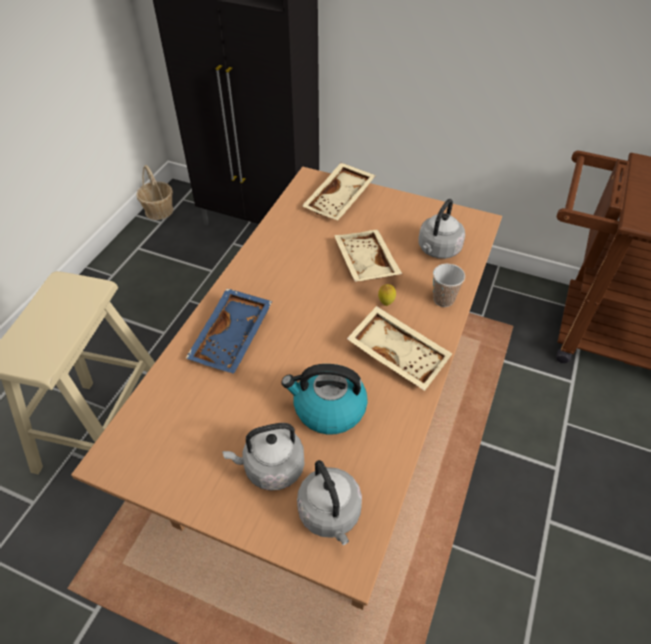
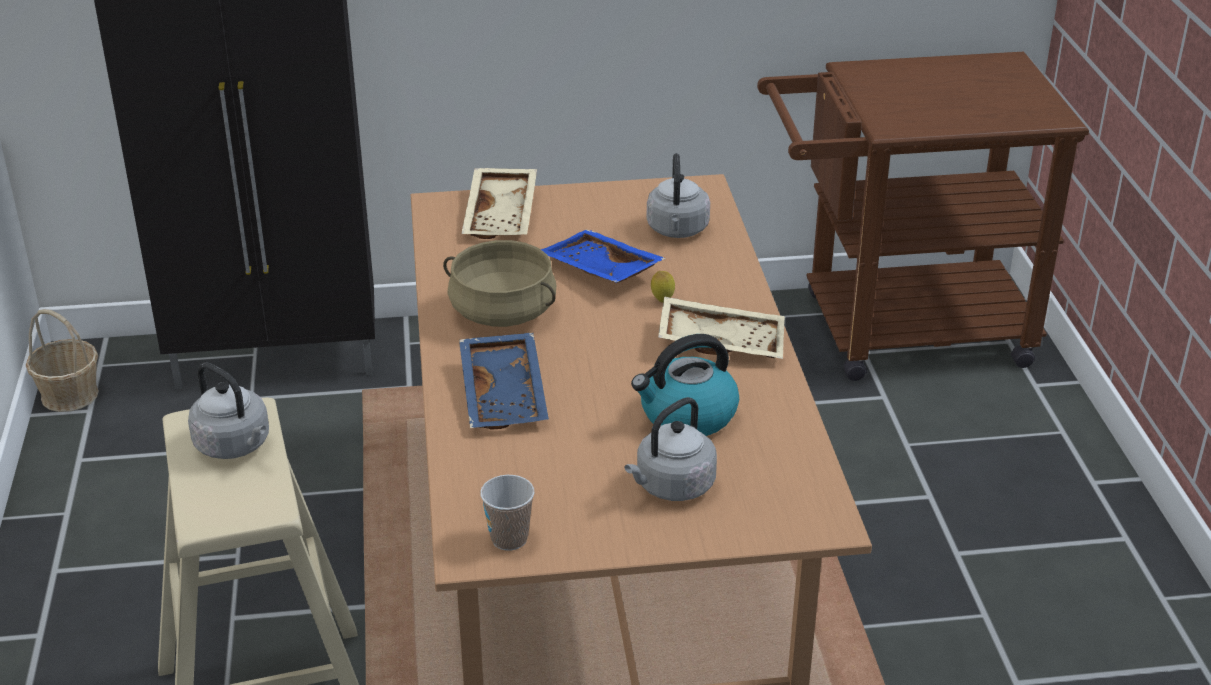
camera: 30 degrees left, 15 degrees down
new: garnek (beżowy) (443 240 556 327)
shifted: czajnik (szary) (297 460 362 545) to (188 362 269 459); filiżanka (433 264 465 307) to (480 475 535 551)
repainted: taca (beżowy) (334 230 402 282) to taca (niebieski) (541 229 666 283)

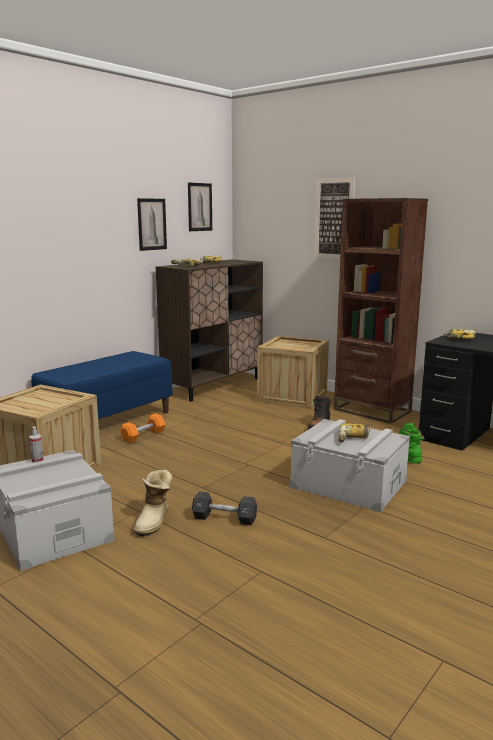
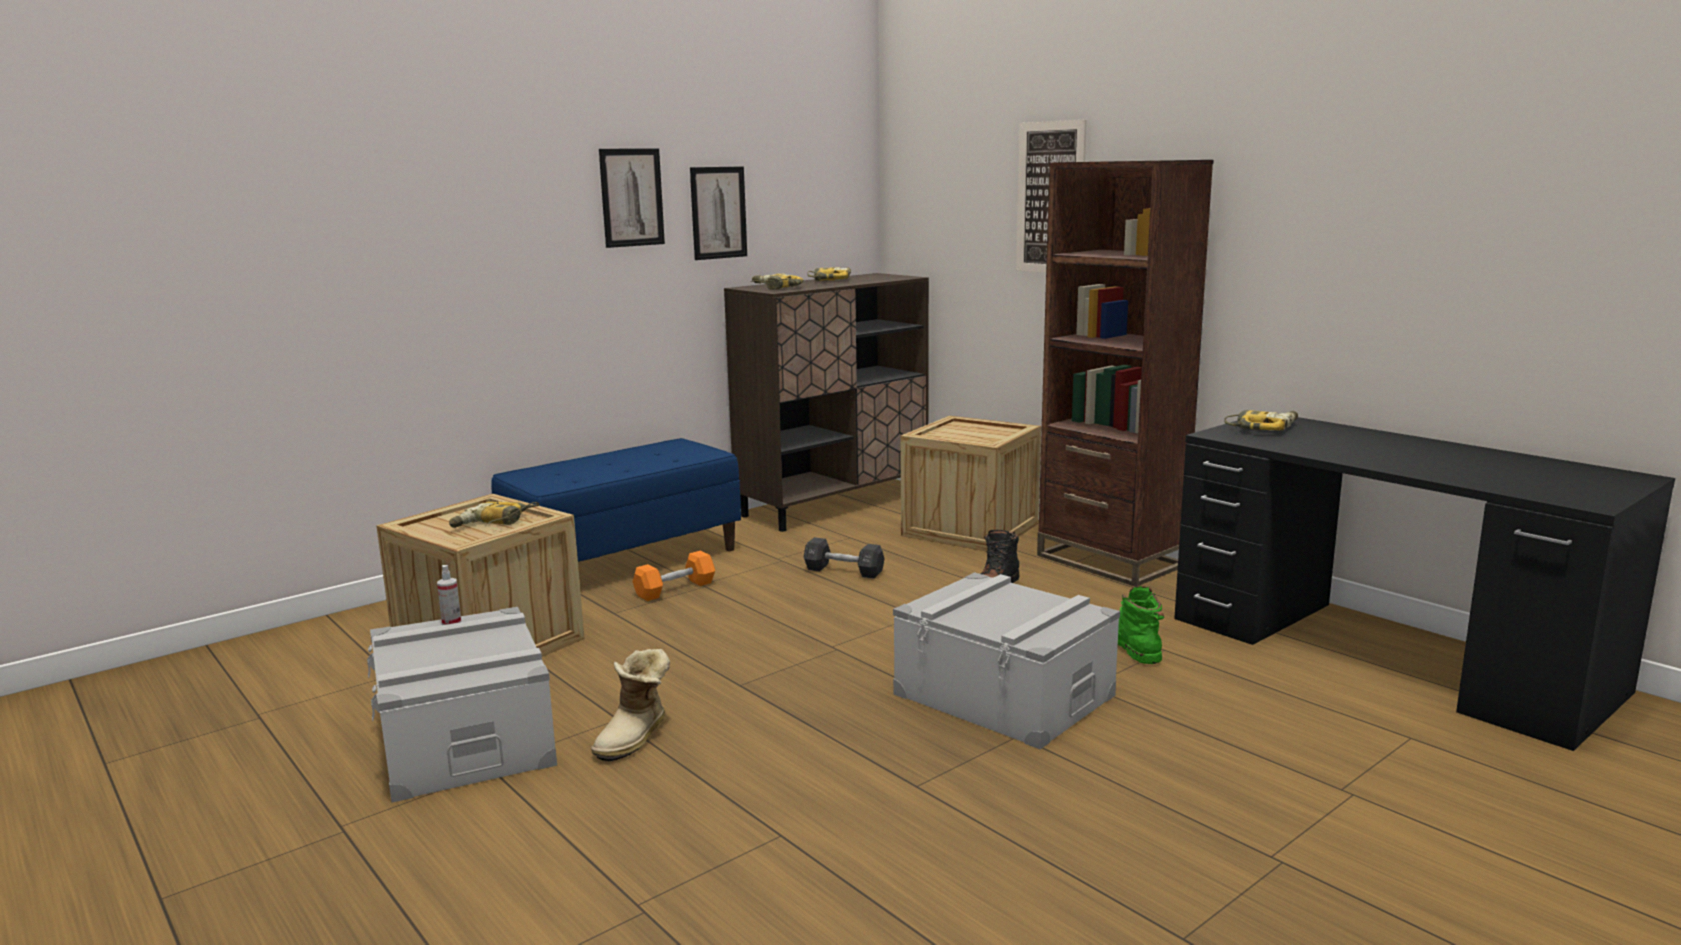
camera: 10 degrees right, 0 degrees up
shifted: obraz (188 183 212 231) to (599 148 665 248); hantel (czarny) (192 491 257 525) to (804 537 885 579); wiertarka (339 423 372 442) to (449 502 539 528)

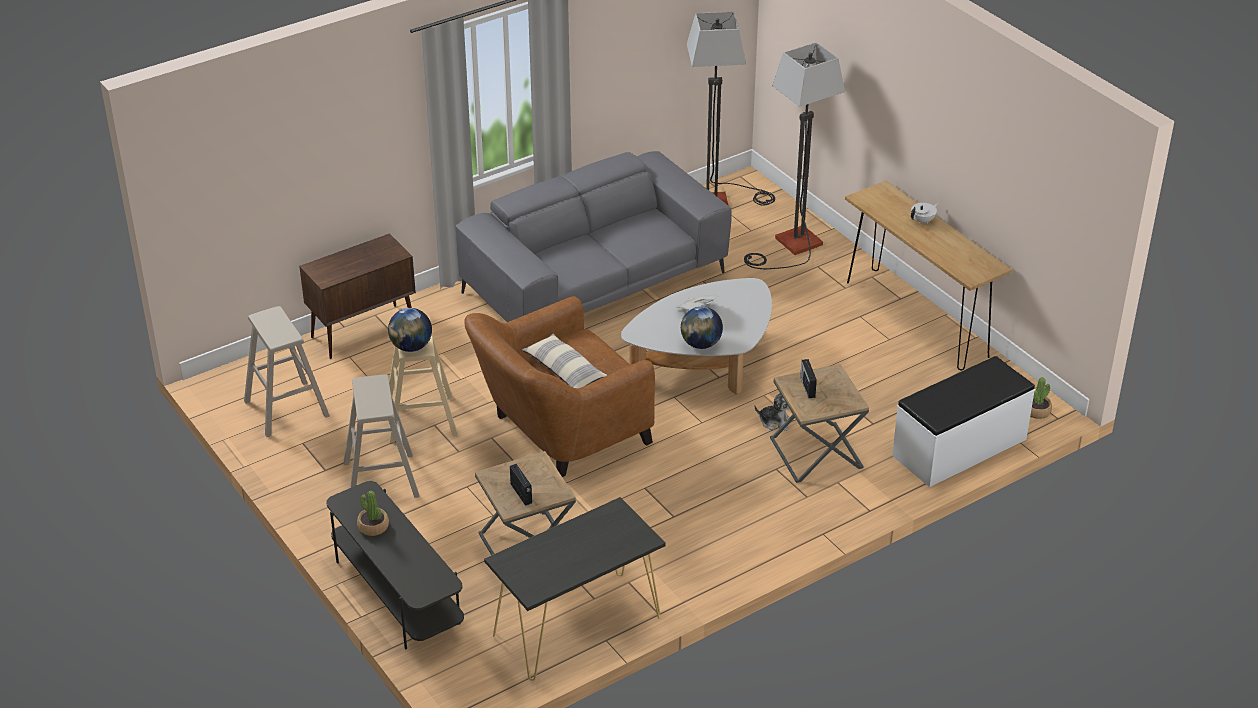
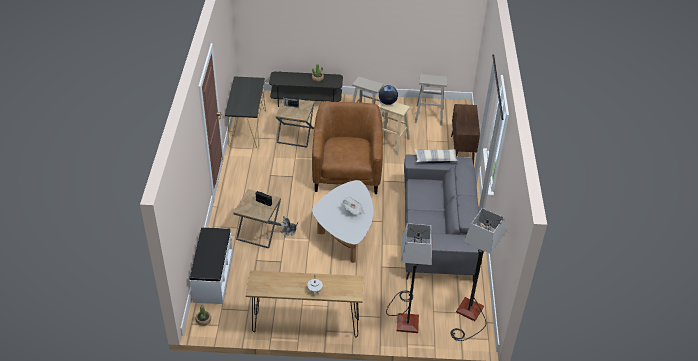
camera: 125 degrees right, 5 degrees up
gone: globus (681 307 723 349)
shifted: poduszka (522 334 607 388) to (414 149 458 163)

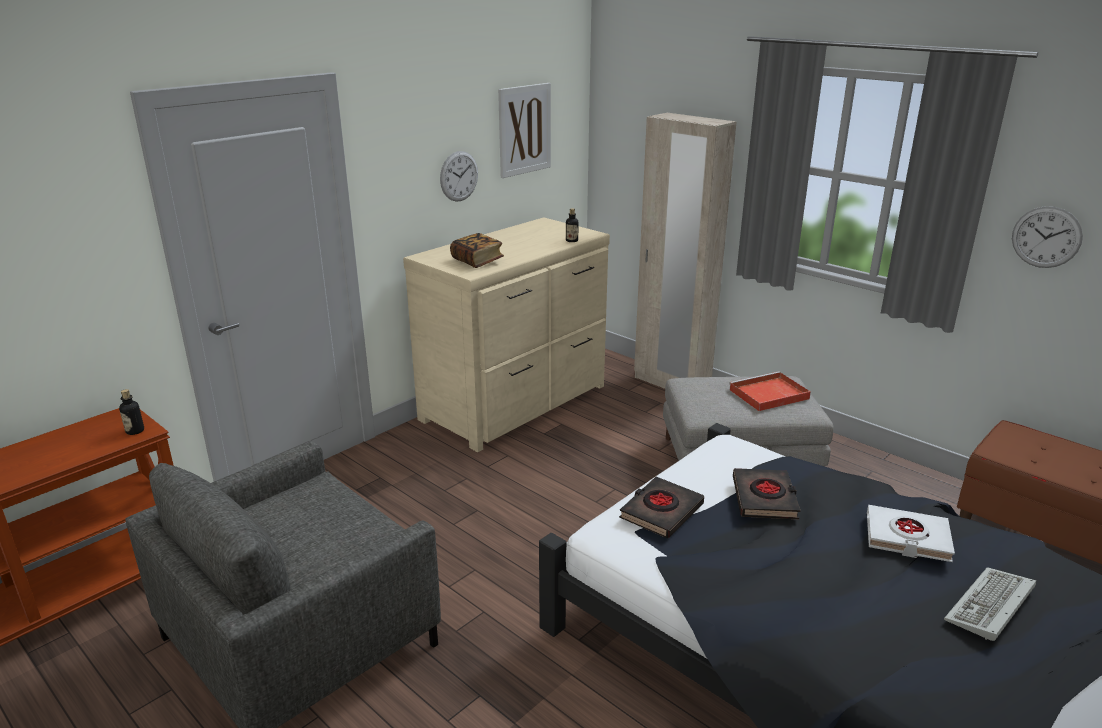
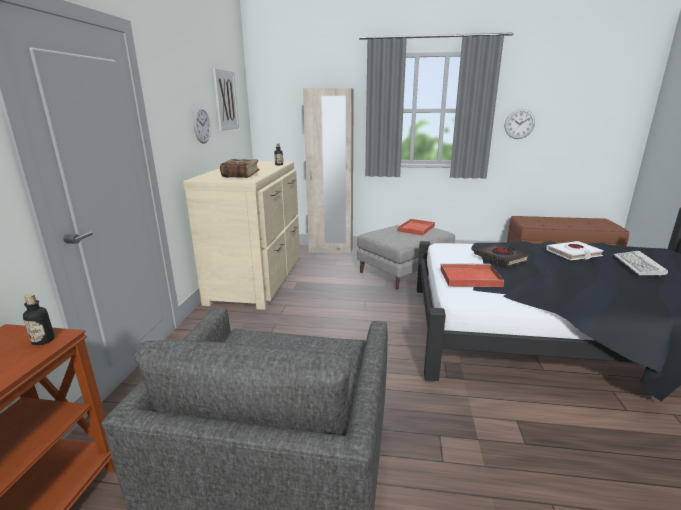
camera: 35 degrees left, 5 degrees down
swapped: książka (czarny) (619 477 704 538) to taca (czerwony) (440 263 504 287)

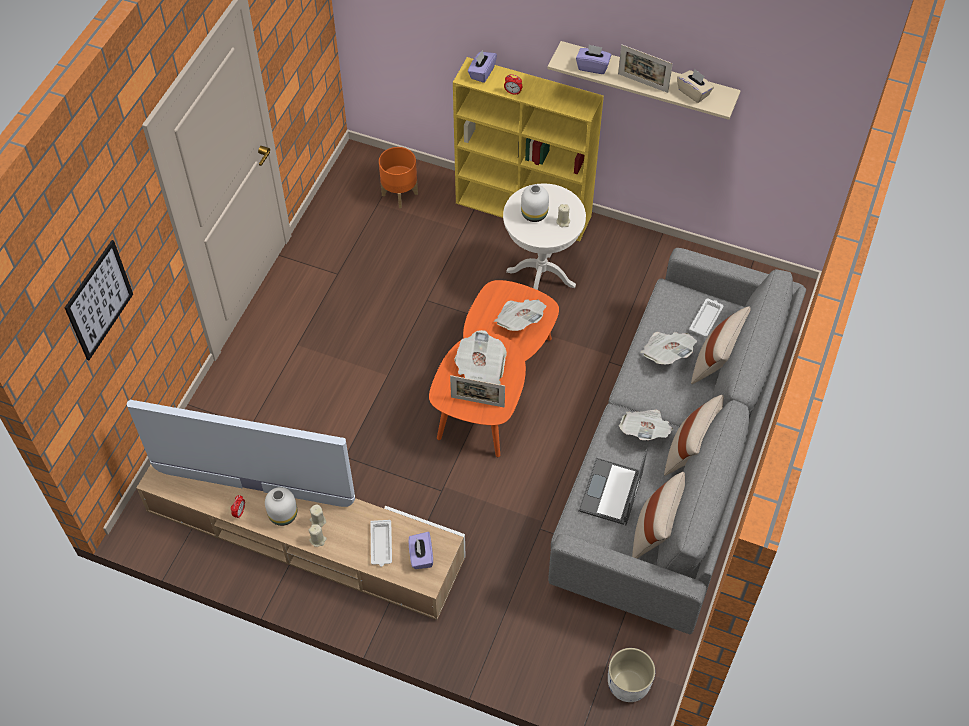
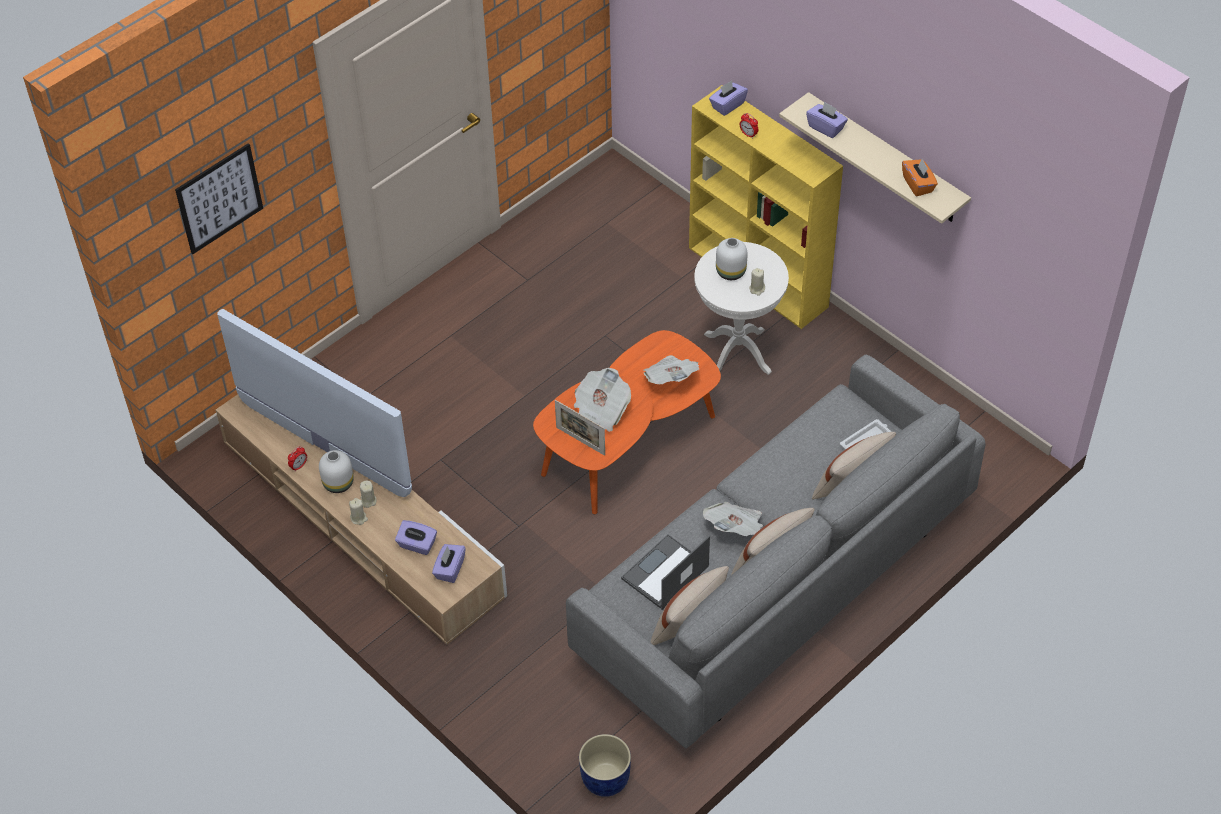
camera: 25 degrees right, 5 degrees down
gone: donica (pomarańczowy) (379 147 418 208); ramka na zdjęcie (618 45 673 93); gazeta (640 332 697 364)
swapped: taca (biały) (371 520 392 567) to pudełko chusteczek (fioletowy) (395 520 437 555)
repainted: donica (biały) (608 648 655 702) to donica (niebieski) (579 734 631 797); pudełko chusteczek (beżowy) (677 69 714 103) to pudełko chusteczek (pomarańczowy) (902 159 938 197)

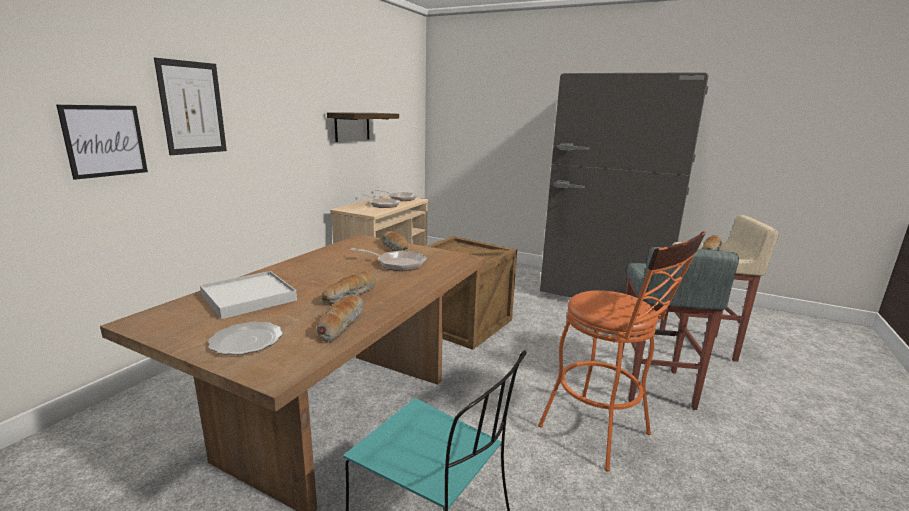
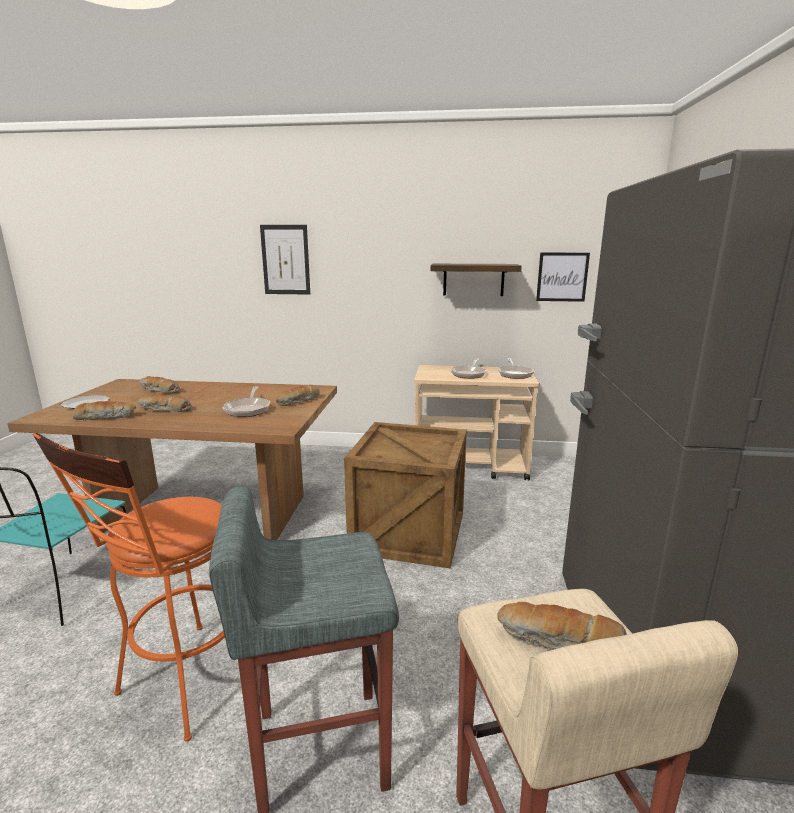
camera: 70 degrees right, 0 degrees up
shifted: obraz (56 105 148 180) to (536 253 590 302)
swapped: taca (biały) (200 271 297 319) to chleb (139 376 180 393)

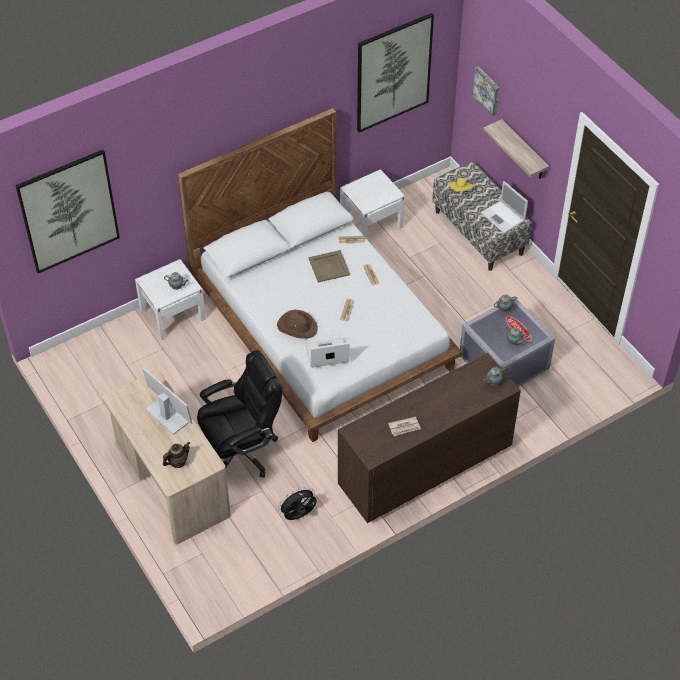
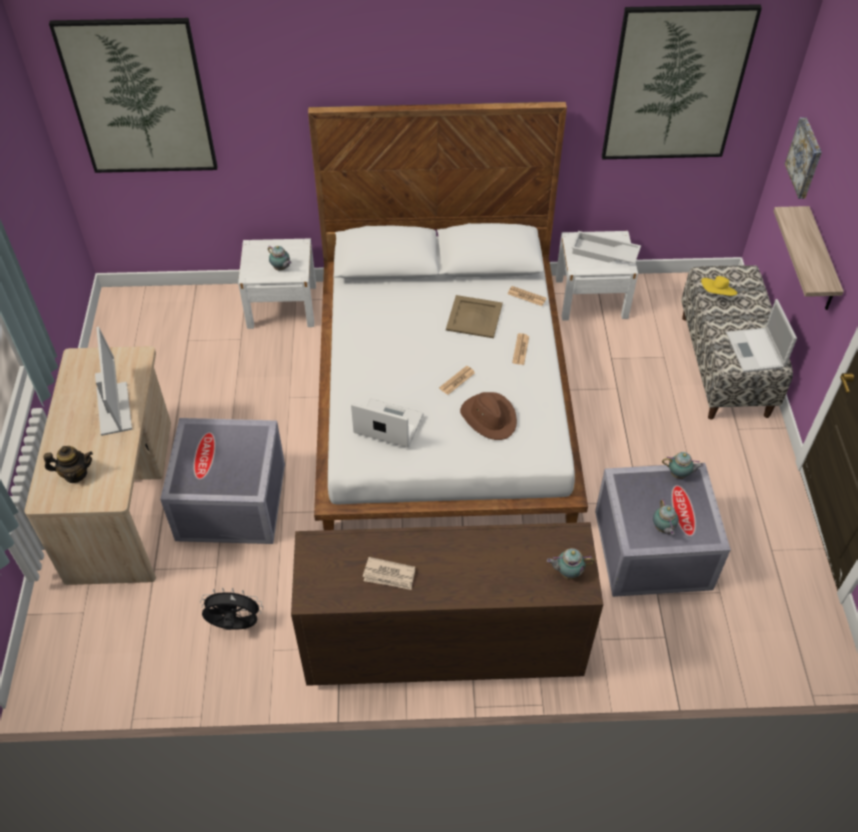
camera: 30 degrees right, 0 degrees up
new: taca (biały) (572 231 641 264)
shifted: kapelusz (brązowy) (277 310 318 339) to (460 392 517 440)
swapped: krzesło biurowe (czarny) (197 350 282 477) to pojemnik do przechowywania (szary) (160 418 285 544)

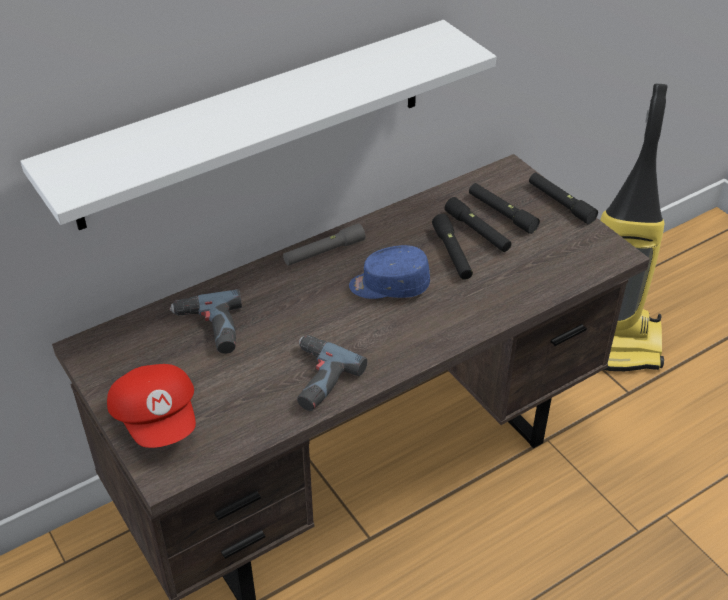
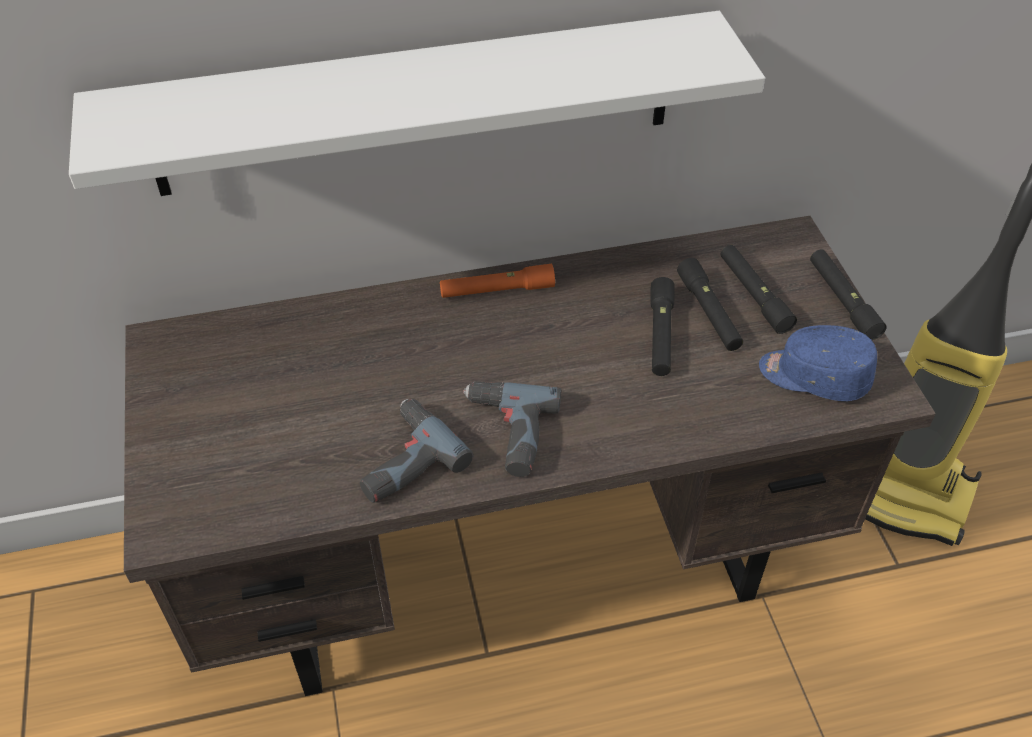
camera: 20 degrees right, 5 degrees up
gone: czapka z daszkiem (czerwony) (107 364 196 448)
shifted: wiertarka (170 289 242 354) to (463 381 561 477); czapka z daszkiem (niebieski) (349 245 430 299) to (759 325 877 401)
repainted: latarka (szary) (283 223 365 266) to latarka (pomarańczowy) (440 264 555 298)

